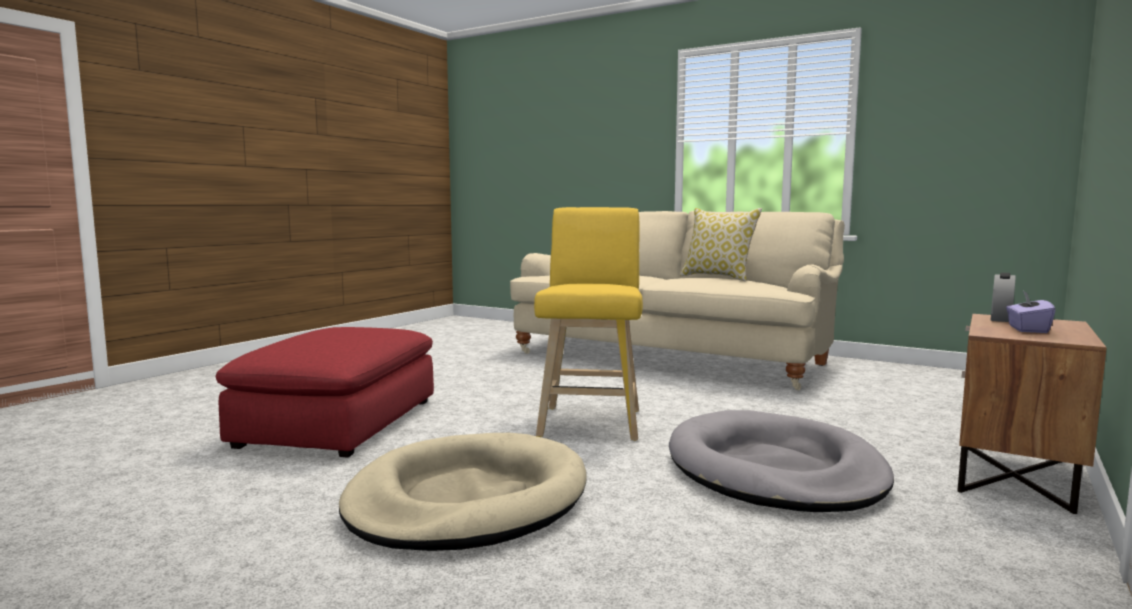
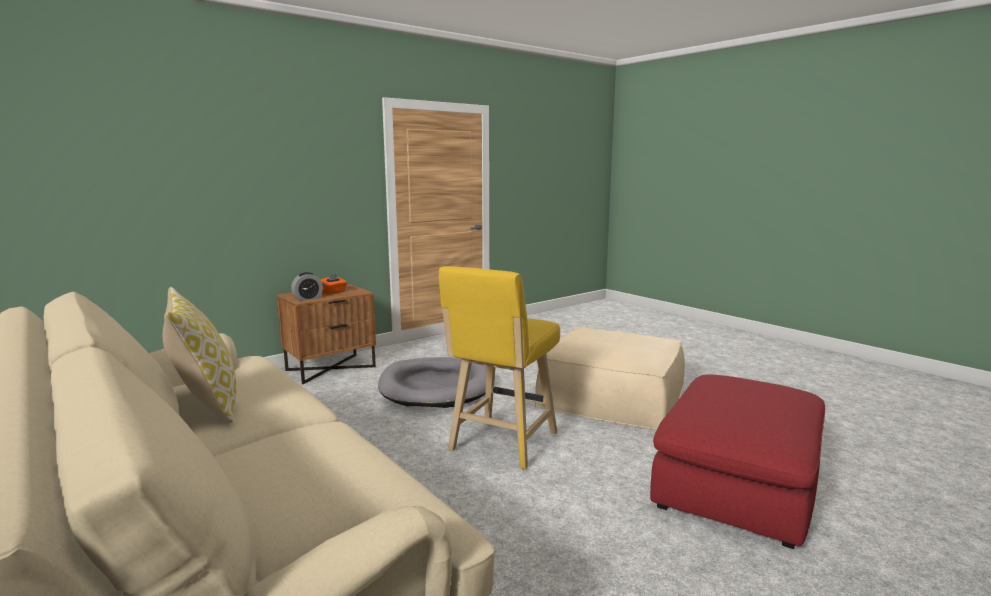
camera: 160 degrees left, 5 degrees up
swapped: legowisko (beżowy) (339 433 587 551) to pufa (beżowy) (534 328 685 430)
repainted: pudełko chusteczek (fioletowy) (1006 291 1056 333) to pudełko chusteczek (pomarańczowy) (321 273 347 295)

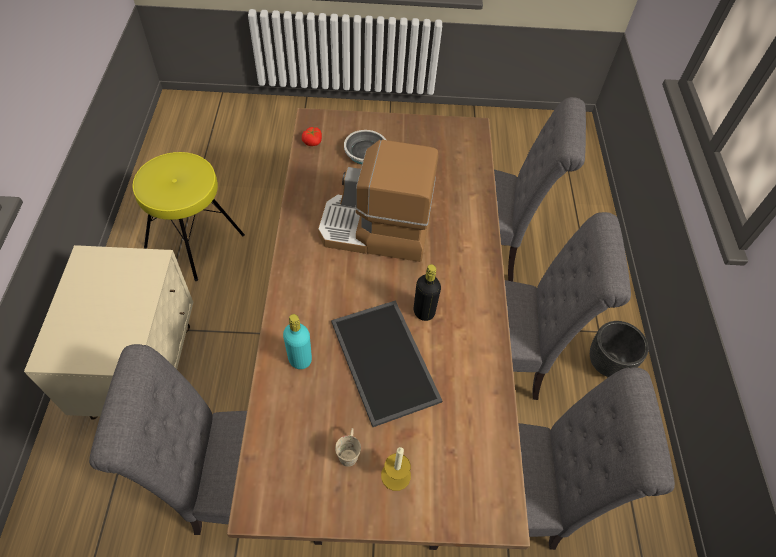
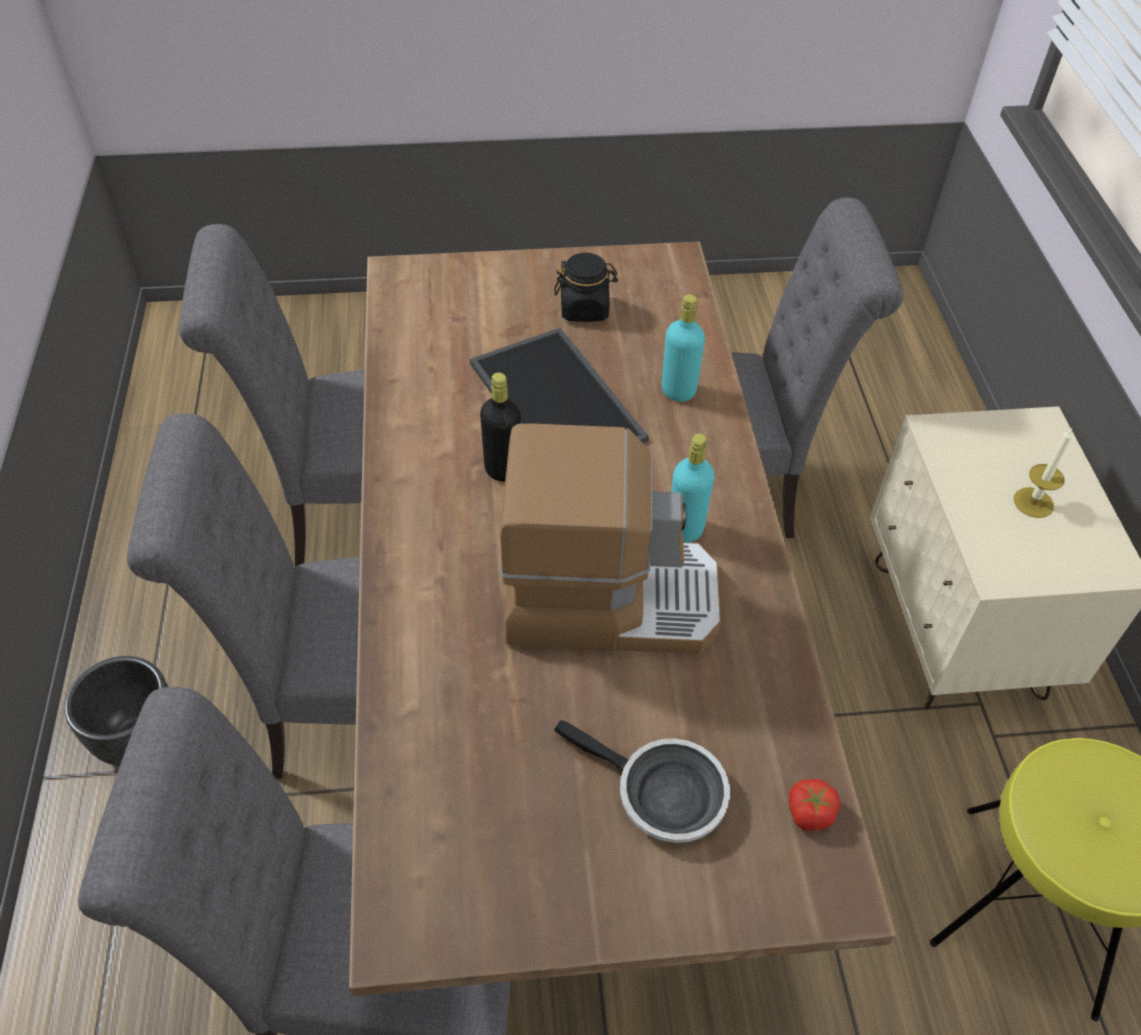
camera: 175 degrees right, 5 degrees down
new: butelka (turkusowy) (671 433 714 543)
shifted: świeca (381 447 411 491) to (1014 429 1073 518)
swapped: kubek (beżowy) (335 428 361 467) to słoik (czarny) (554 253 618 322)

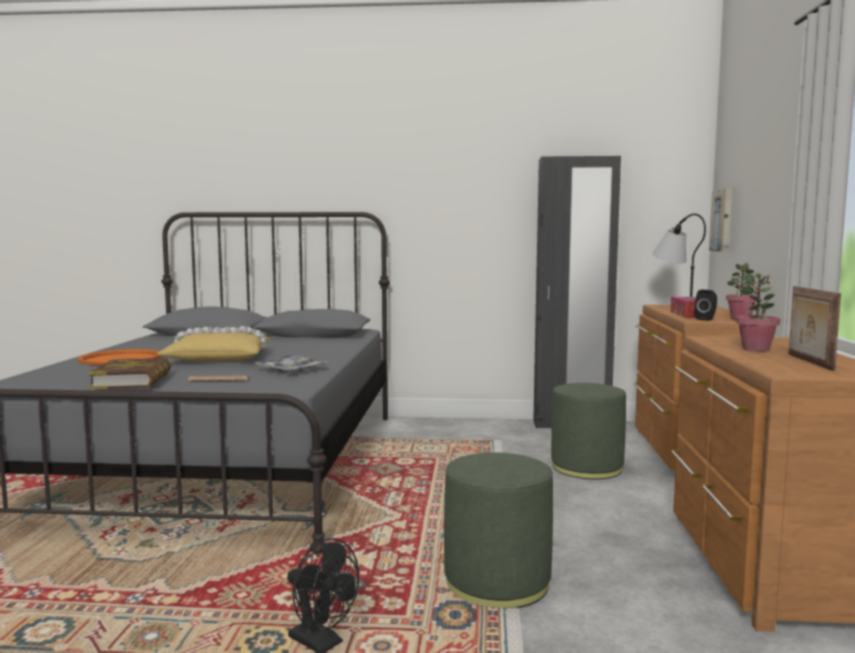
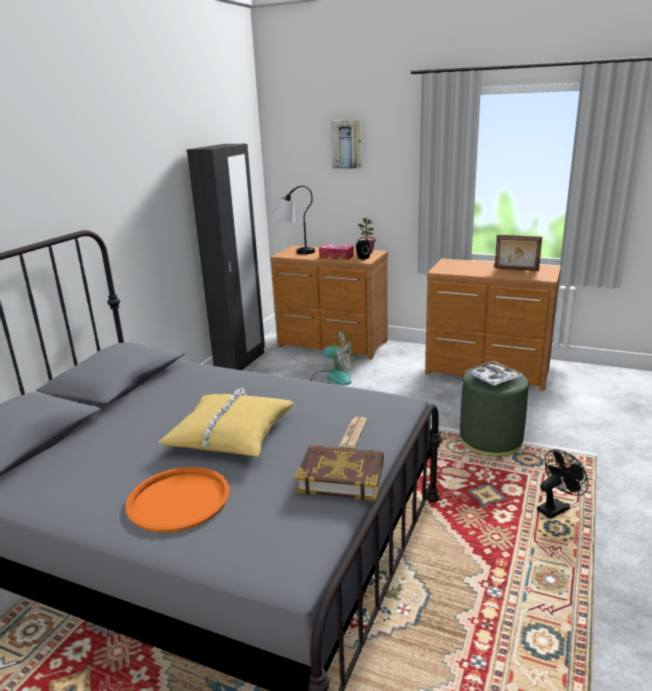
camera: 70 degrees left, 15 degrees up
gone: roślina doniczkowa (735 273 780 351)
shifted: taca (255 355 328 373) to (465 361 523 386); obraz (709 189 732 252) to (331 120 362 169)
swapped: pufa (zielony) (551 383 626 479) to wentylator (311 330 355 385)

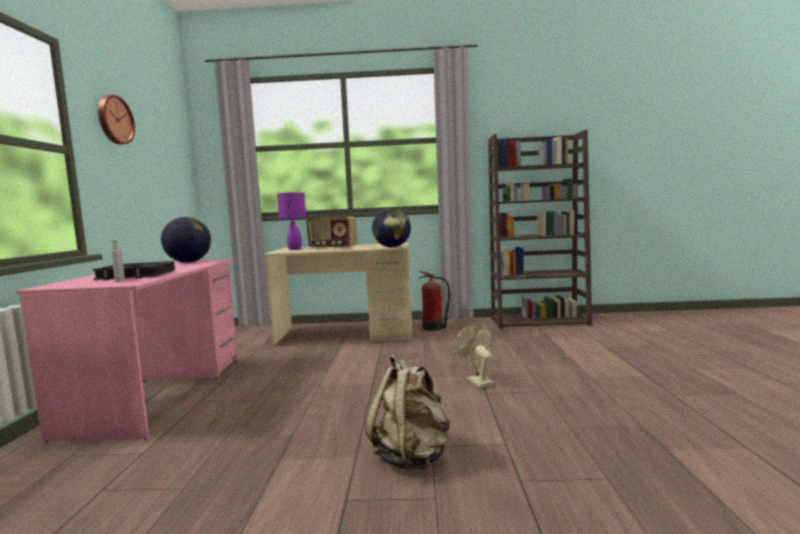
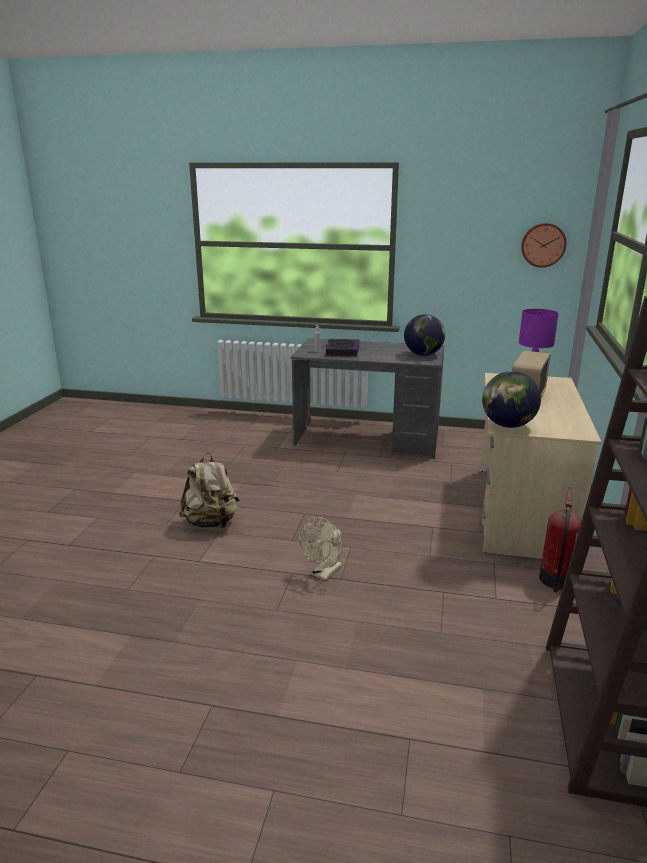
camera: 100 degrees right, 15 degrees up
shifted: zegar ścienny (98 95 135 145) to (521 223 567 268)
repainted: biurko (różowy) (16 259 238 443) to biurko (szary) (290 339 444 458)
rotated: wentylator (beżowy) (453 323 494 388) = (299 517 342 581) 135 degrees clockwise

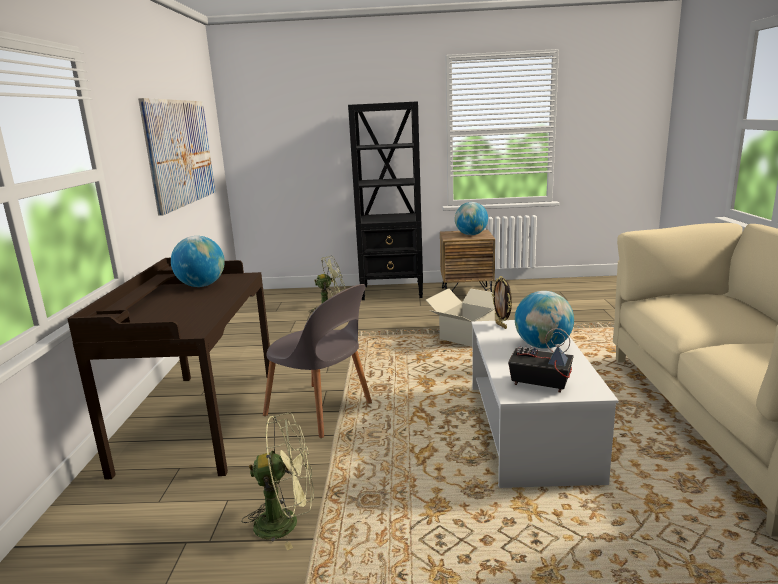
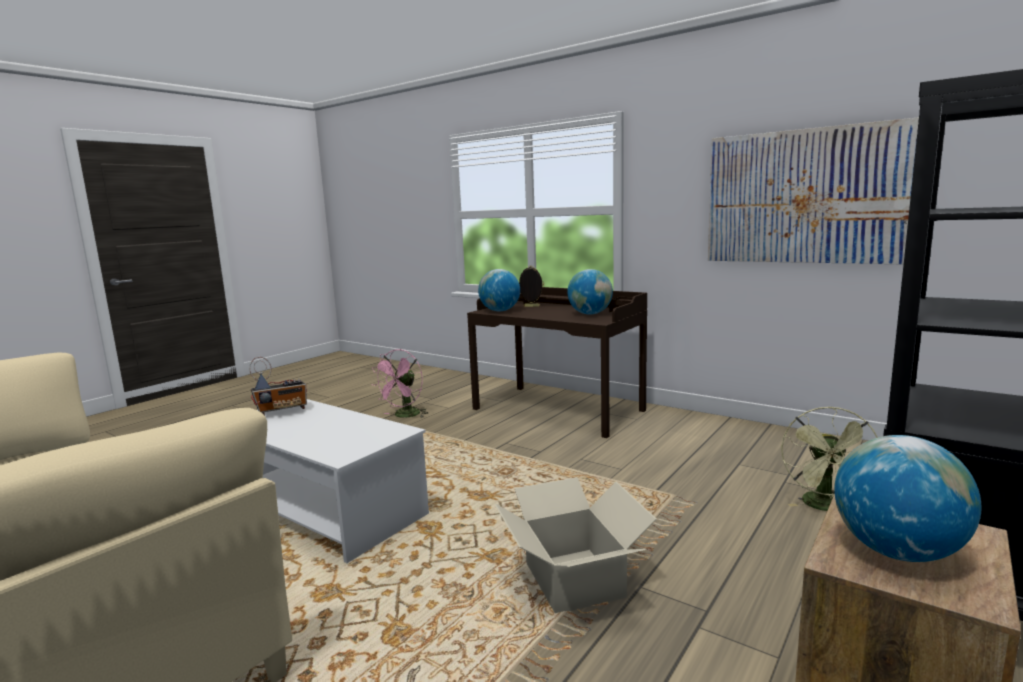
camera: 125 degrees right, 5 degrees down
gone: krzesło (szary) (263 284 372 438)
shifted: ramka na zdjęcie (492 276 512 329) to (519 266 544 307); globus (515 291 574 349) to (478 269 520 311)
repainted: wentylator (zielony) (242 413 314 550) to wentylator (różowy) (372 349 428 418)

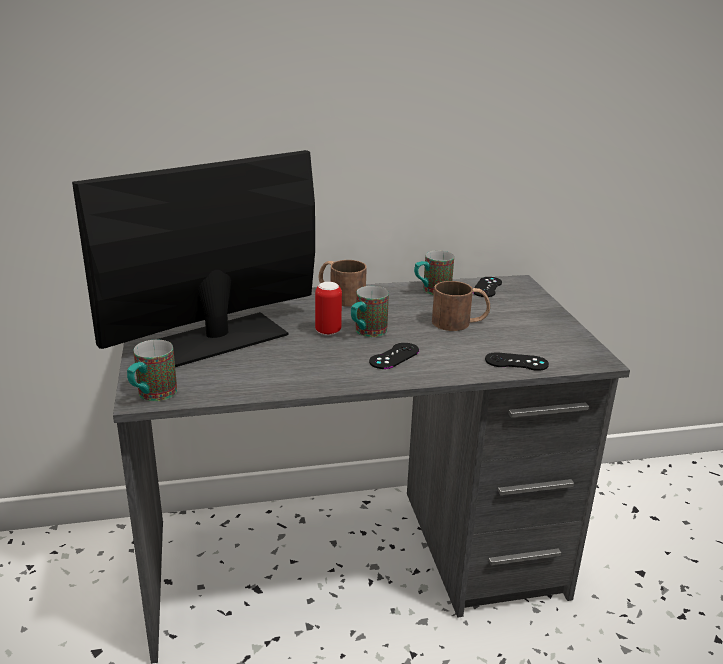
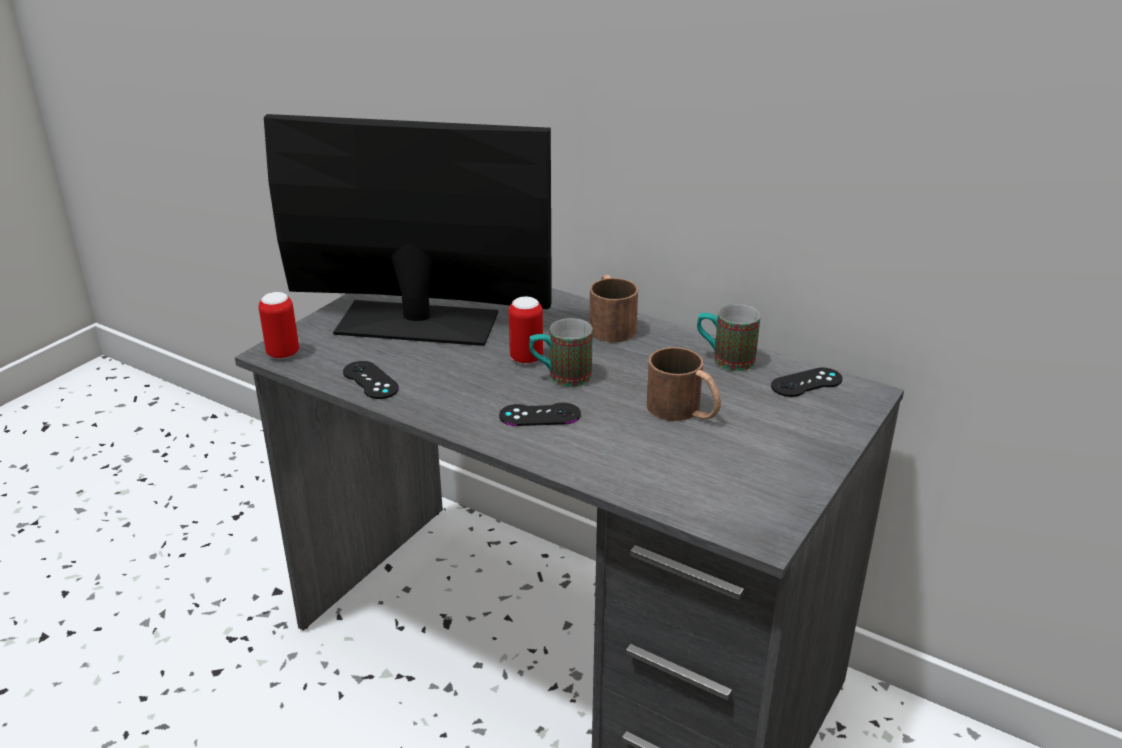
camera: 45 degrees right, 5 degrees up
shifted: pad do gier (czarny) (485 352 549 371) to (343 361 399 399)
swapped: kubek (127 340 177 401) to puszka (259 292 299 359)

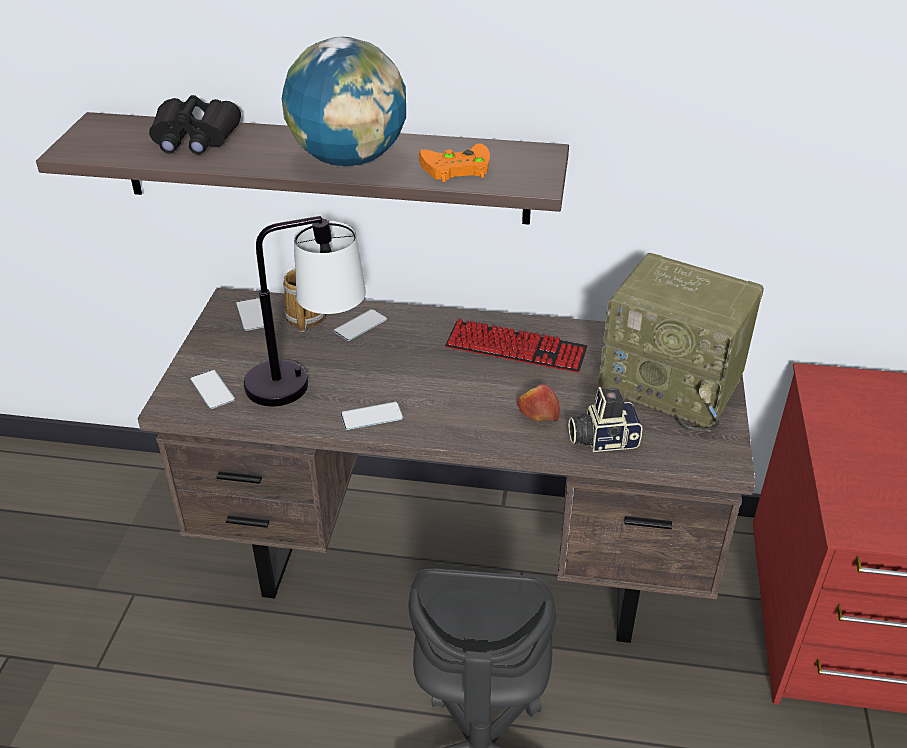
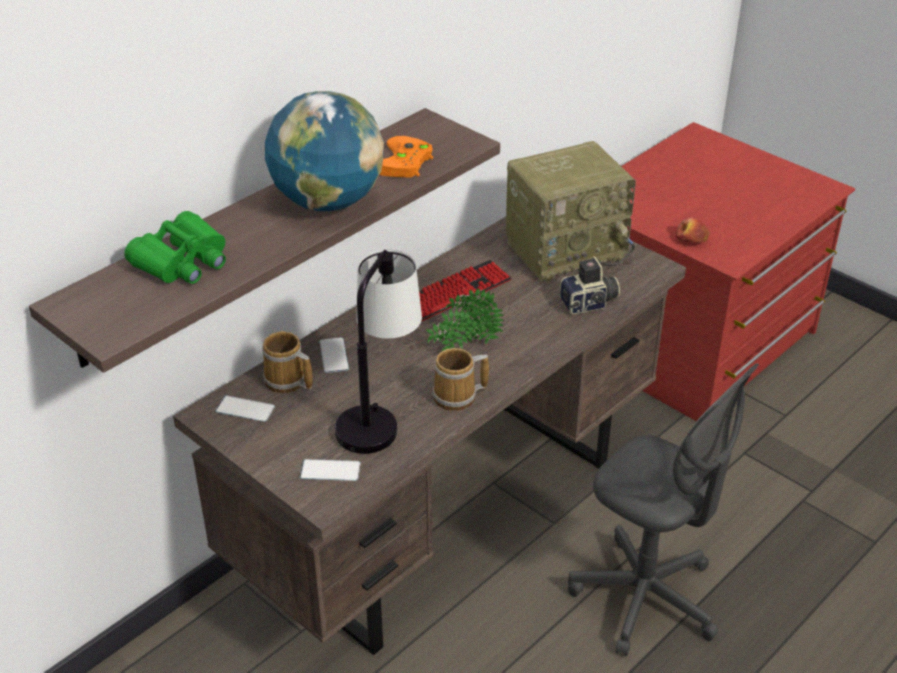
camera: 55 degrees left, 0 degrees up
new: roślina doniczkowa (426 288 504 351)
shifted: jabłko (517 384 560 421) to (676 217 710 243)
swapped: telefon (340 402 403 430) to kubek (433 348 489 411)
repainted: lornetka (czarny) (149 95 241 155) to lornetka (zielony) (124 211 226 284)
rotated: aparat fotograficzny (568 387 642 452) = (560 256 620 314) 135 degrees counterclockwise

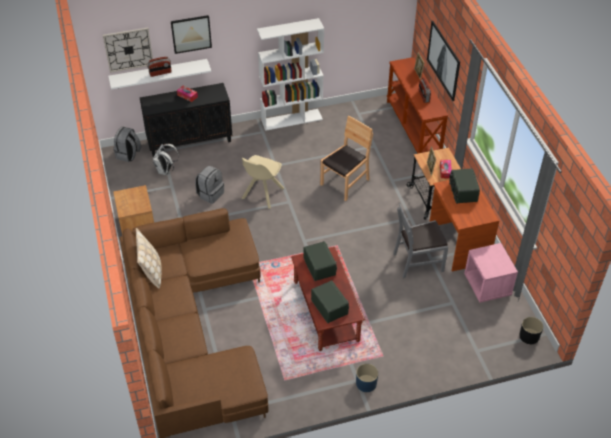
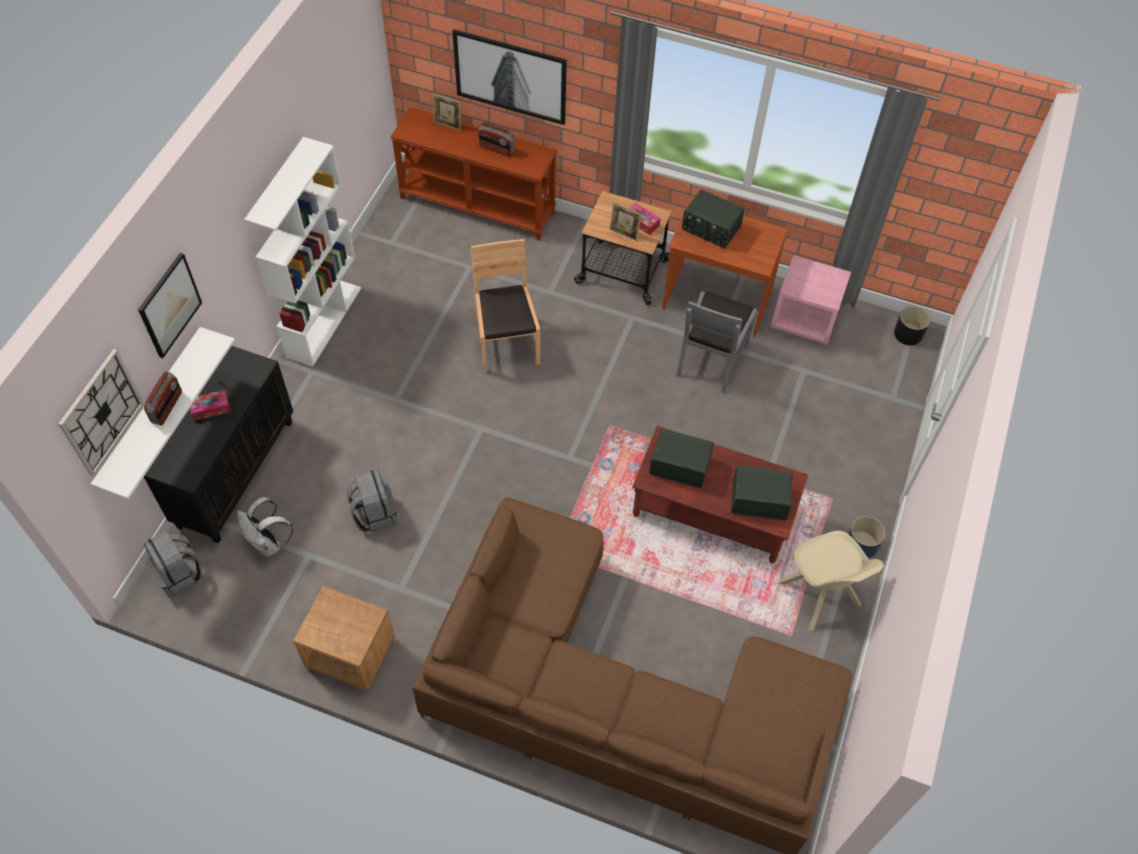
camera: 55 degrees left, 10 degrees up
gone: poduszka (beżowy) (136 228 162 289)
shifted: krzesło (beżowy) (242 155 284 209) to (779 531 884 631)

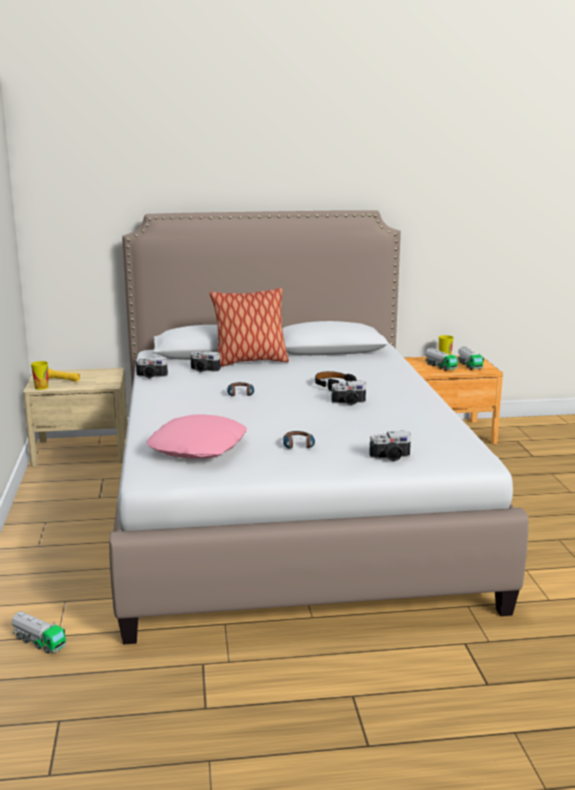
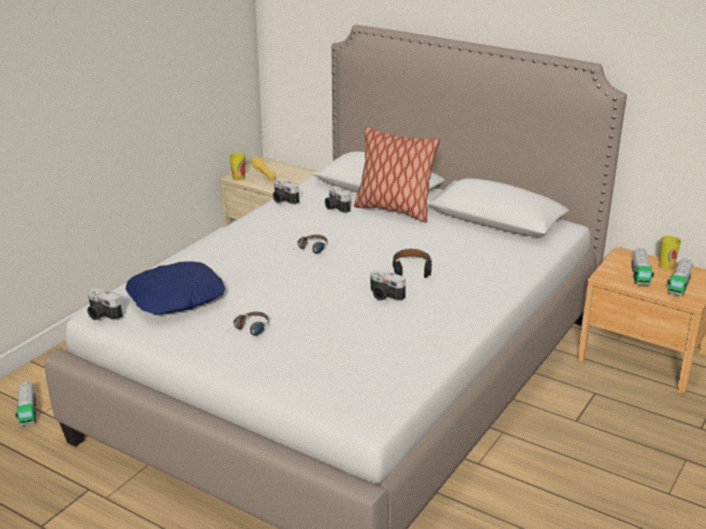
camera: 40 degrees right, 10 degrees up
shifted: aparat fotograficzny (369 431 411 461) to (87 289 123 321)
repainted: poduszka (różowy) (147 414 247 459) to poduszka (niebieski) (125 261 225 315)

